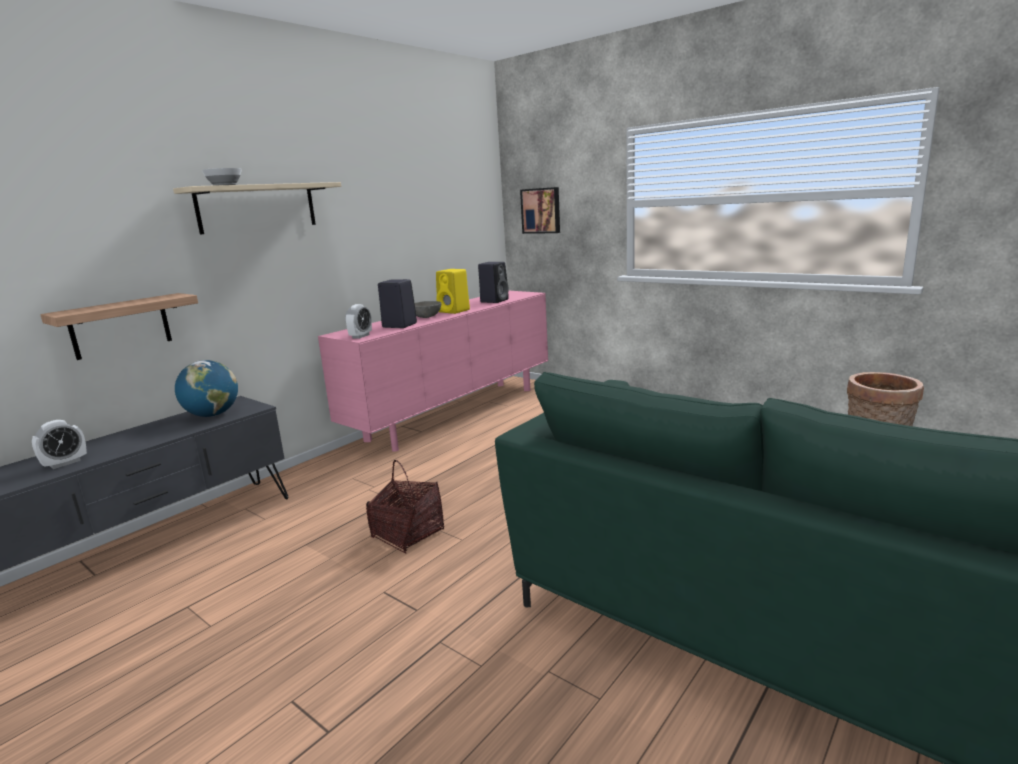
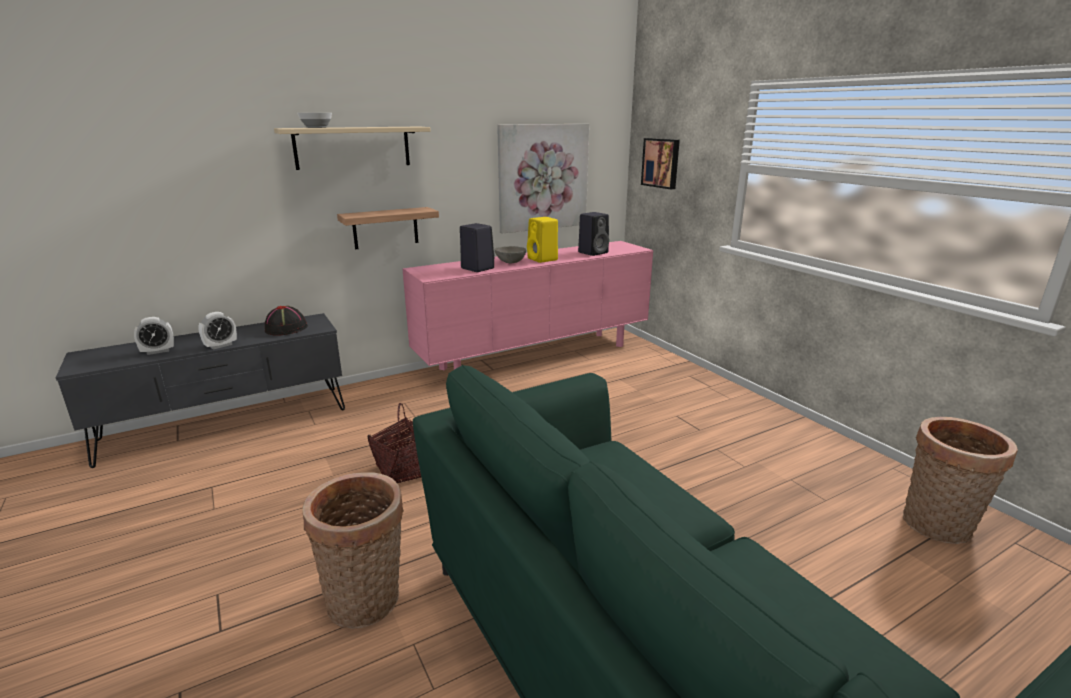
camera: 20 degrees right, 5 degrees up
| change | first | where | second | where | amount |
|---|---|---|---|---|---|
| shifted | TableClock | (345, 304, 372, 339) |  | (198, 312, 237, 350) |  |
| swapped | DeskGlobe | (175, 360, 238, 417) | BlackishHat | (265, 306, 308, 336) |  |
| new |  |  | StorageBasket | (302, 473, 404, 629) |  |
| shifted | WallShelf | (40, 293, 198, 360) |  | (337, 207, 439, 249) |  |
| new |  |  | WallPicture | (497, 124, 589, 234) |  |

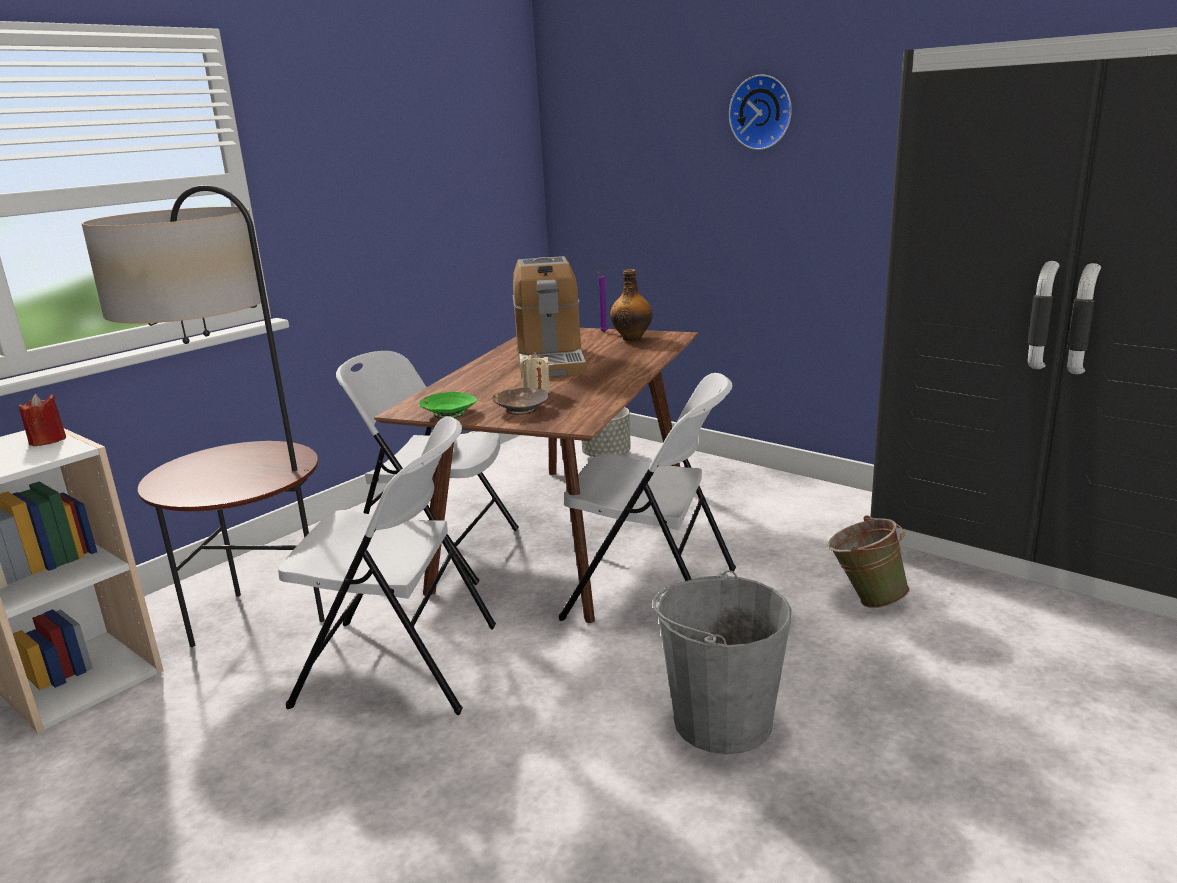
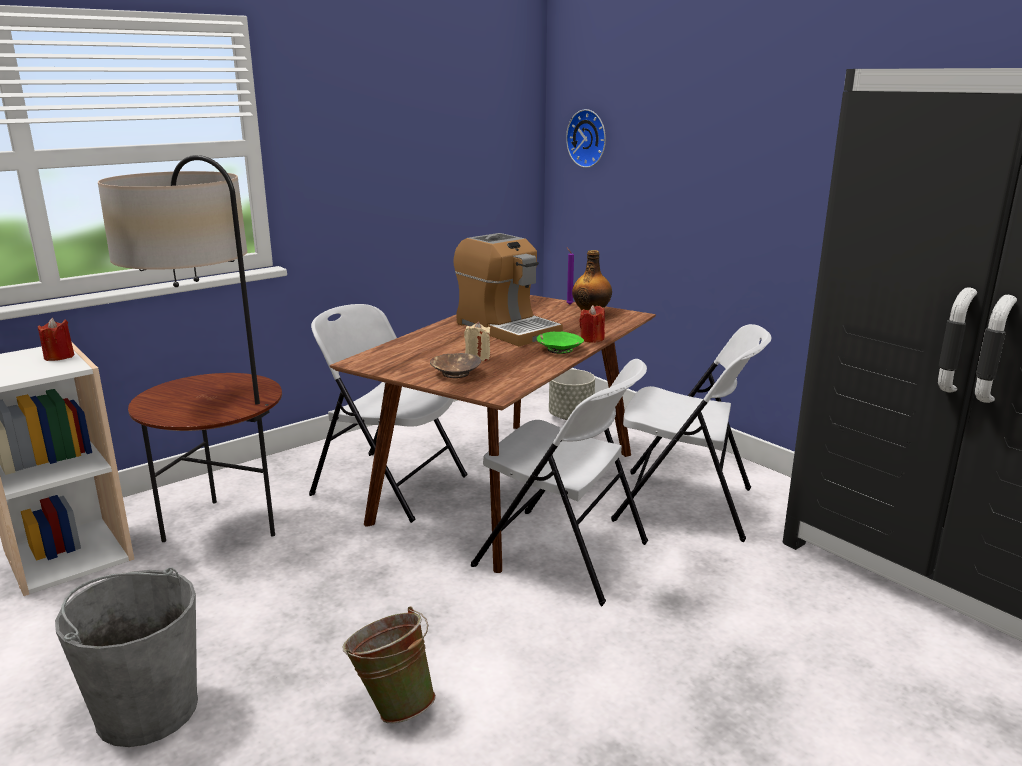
camera: 10 degrees right, 0 degrees up
| change | first | where | second | where | amount |
|---|---|---|---|---|---|
| shifted | GreyWaterBucket | (653, 570, 791, 754) |  | (55, 567, 198, 747) |  |
| shifted | GreenWaterBucket | (828, 515, 909, 608) |  | (343, 607, 436, 723) |  |
| rotated | CoffeeMaker | (513, 256, 587, 379) |  | (454, 233, 563, 347) | 45 degrees counterclockwise |
| shifted | GreenServingBowl | (419, 392, 477, 419) |  | (537, 332, 584, 354) |  |
| shifted | HangingClock | (729, 74, 792, 150) |  | (566, 109, 606, 168) |  |
| new |  |  | RedWaxLight | (579, 305, 605, 343) |  |
| shifted | WhiteColouredPlainChair | (278, 416, 496, 715) |  | (611, 324, 772, 542) |  |

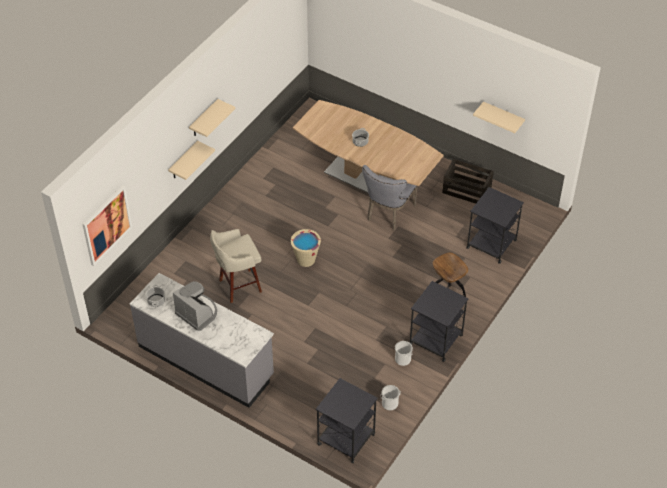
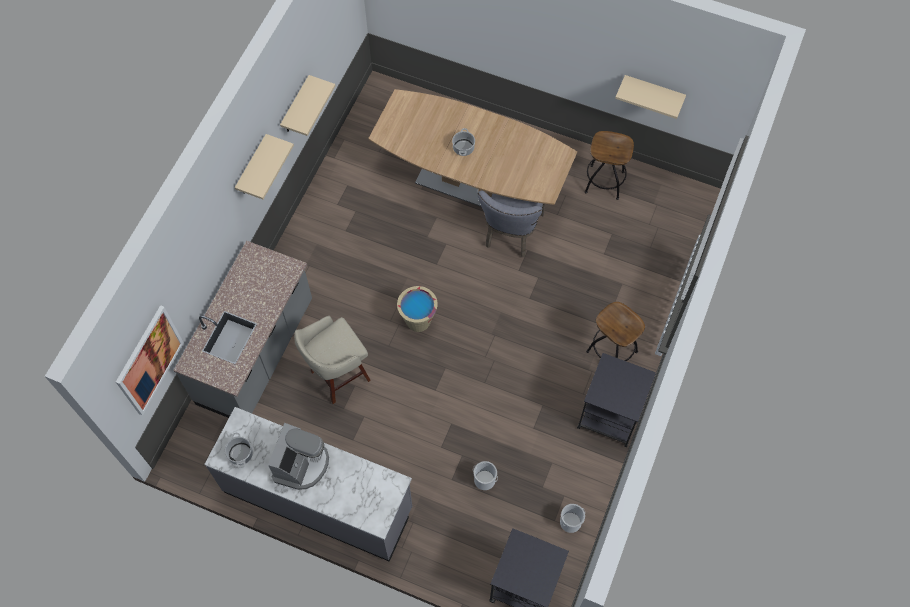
camera: 10 degrees left, 15 degrees up
| change | first | where | second | where | amount |
|---|---|---|---|---|---|
| new |  |  | GreyKitchenCounter | (173, 241, 312, 418) |  |
| rotated | CoffeeMaker | (173, 281, 217, 331) |  | (268, 423, 329, 490) | 75 degrees clockwise |
| shifted | BeigeColouredWallShelf | (168, 141, 215, 180) |  | (280, 75, 335, 136) |  |
| shifted | WaterBucket | (395, 341, 413, 366) |  | (473, 461, 498, 490) |  |
| swapped | ShippingCrate | (442, 159, 494, 204) | BrownSittingStool | (585, 131, 634, 200) |  |
| gone | BlackishWheeledCart | (466, 187, 524, 264) |  |  |  |

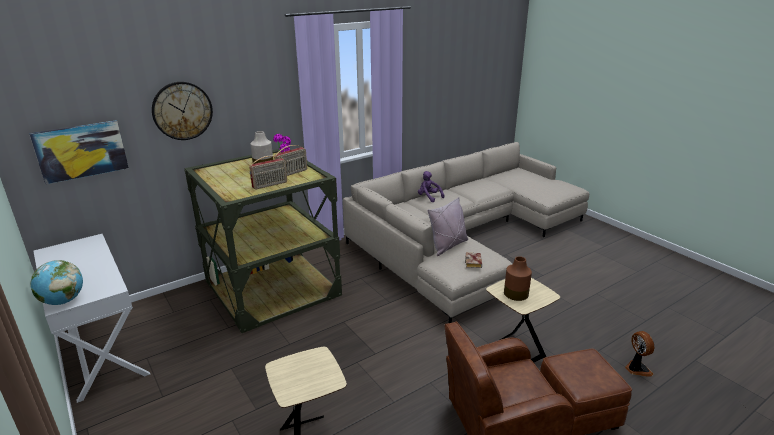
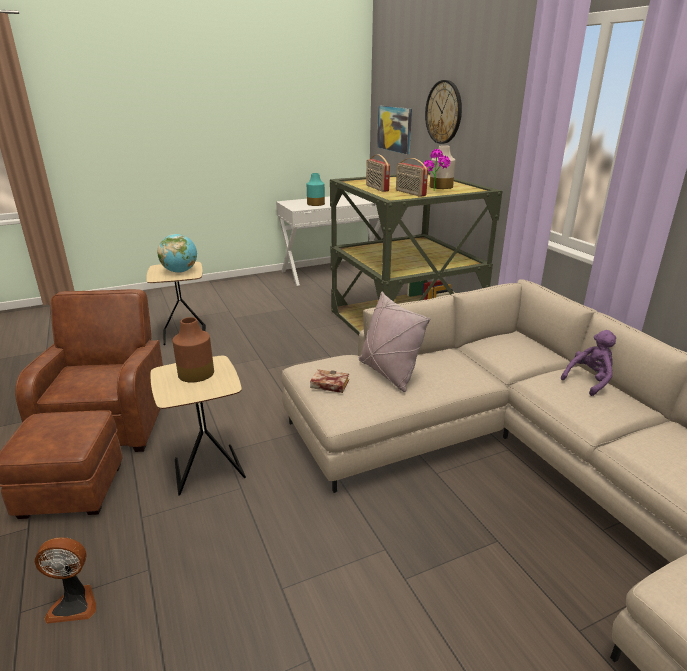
camera: 100 degrees right, 0 degrees up
| change | first | where | second | where | amount |
|---|---|---|---|---|---|
| shifted | DeskGlobe | (30, 260, 83, 305) |  | (157, 234, 197, 273) |  |
| new |  |  | TurquoiseColouredVase | (307, 173, 325, 206) |  |

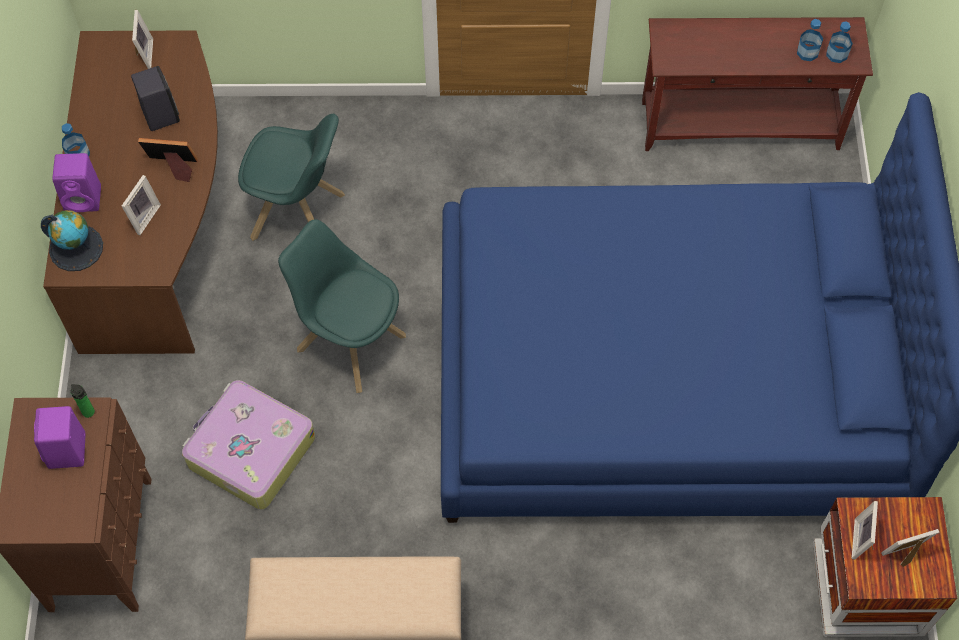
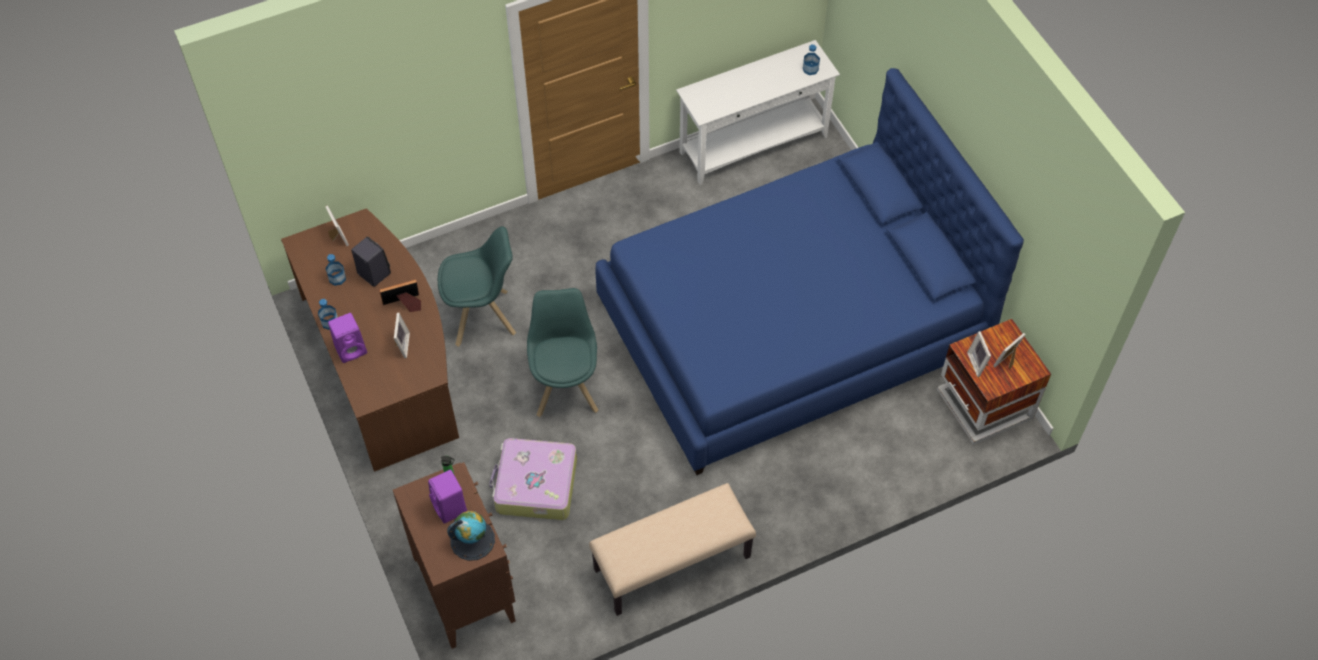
camera: 25 degrees left, 5 degrees down
| change | first | where | second | where | amount |
|---|---|---|---|---|---|
| shifted | DrinkBottle | (797, 19, 823, 61) |  | (326, 254, 346, 286) |  |
| shifted | DeskGlobe | (41, 210, 103, 271) |  | (447, 511, 495, 561) |  |
| rotated | TurquoiseColouredPlainChair | (278, 219, 406, 393) |  | (527, 288, 598, 417) | 75 degrees clockwise |
| repainted | BrownConsoleTable | (642, 17, 873, 151) | WhiteColouredConsoleTable | (676, 40, 840, 185) |  |

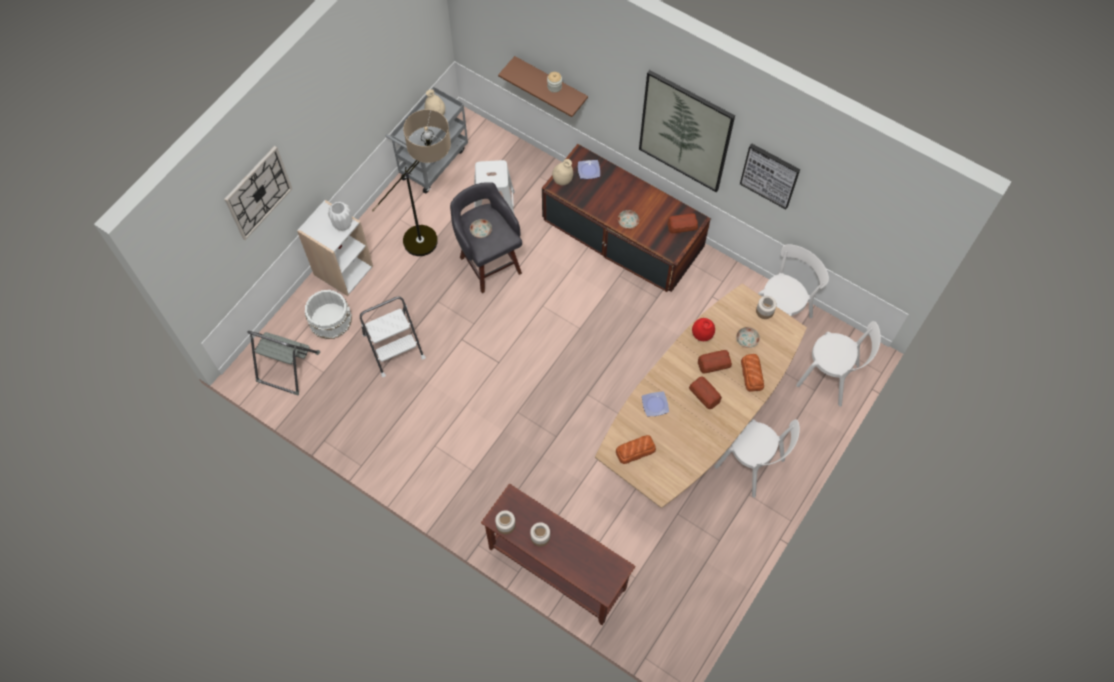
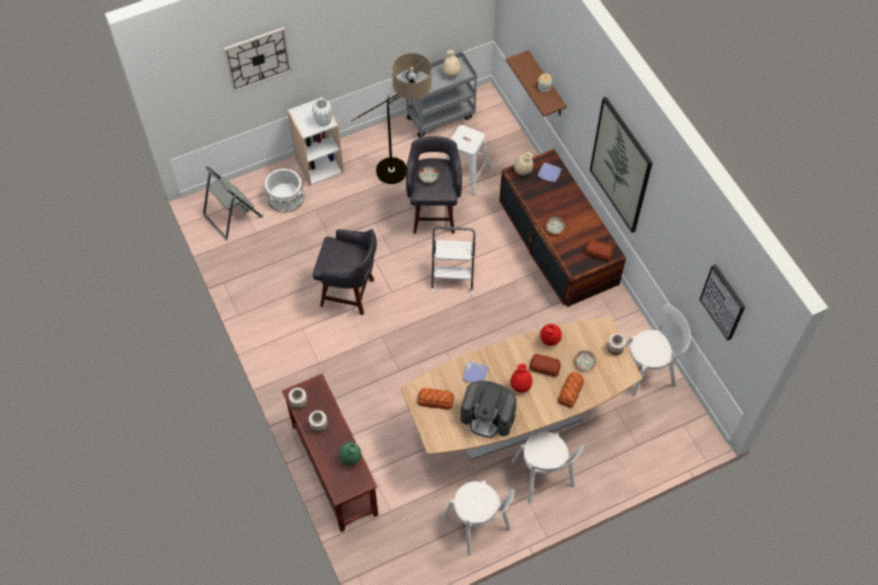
camera: 30 degrees right, 5 degrees down
| change | first | where | second | where | amount |
|---|---|---|---|---|---|
| new |  |  | GreySittingStool | (313, 229, 377, 315) |  |
| new |  |  | GreenVase | (339, 442, 361, 465) |  |
| shifted | WhiteColouredStepladder | (360, 296, 426, 377) |  | (430, 227, 476, 295) |  |
| shifted | WhiteColouredPlainChair | (796, 321, 881, 407) |  | (443, 480, 514, 556) |  |
| new |  |  | CoffeeMaker | (460, 381, 517, 438) |  |
| swapped | BakedBread | (689, 377, 722, 409) | RedVase | (510, 364, 532, 393) |  |
| shifted | WallPicture | (740, 143, 800, 209) |  | (699, 264, 745, 341) |  |

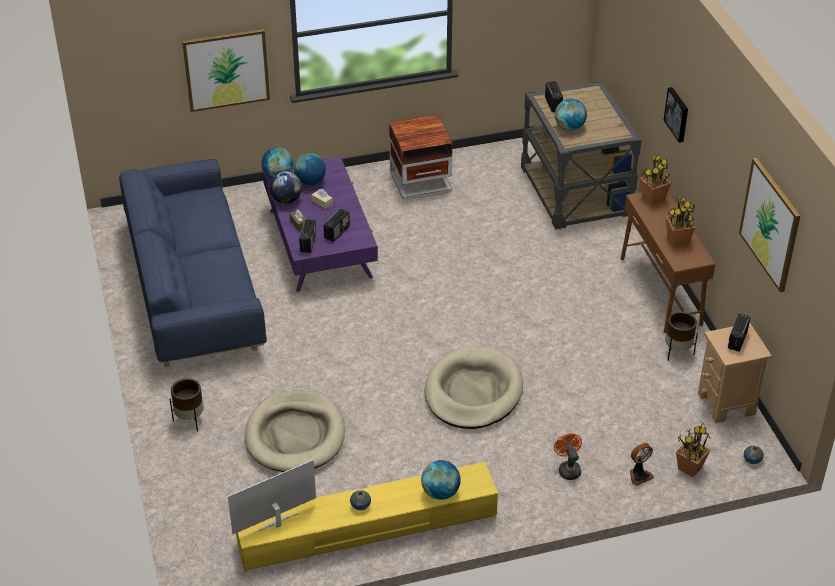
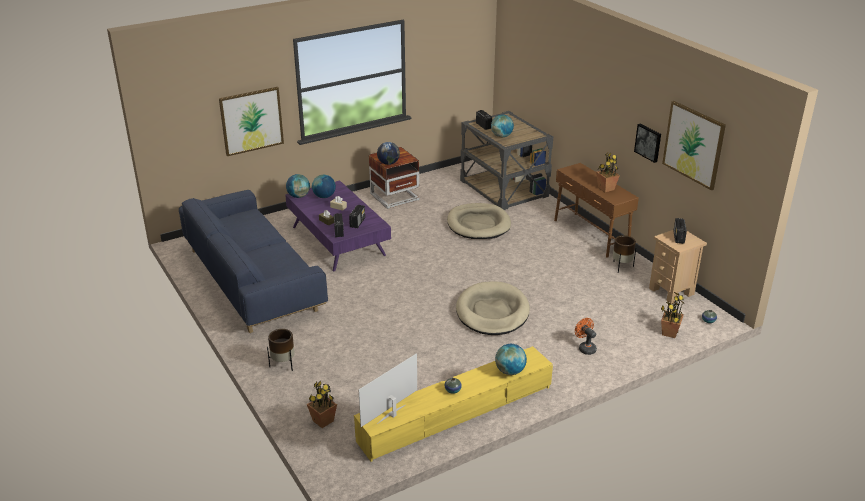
camera: 15 degrees left, 10 degrees down
| change | first | where | second | where | amount |
|---|---|---|---|---|---|
| shifted | Houseplant | (640, 155, 671, 205) |  | (307, 381, 337, 428) |  |
| shifted | DeskGlobe | (269, 171, 302, 204) |  | (377, 142, 400, 165) |  |
| shifted | BeigeColouredPetBed | (245, 391, 345, 472) |  | (447, 203, 511, 239) |  |
| shifted | WallPicture | (663, 87, 688, 143) |  | (634, 124, 661, 163) |  |
| gone | ElectricFan | (630, 443, 654, 486) |  |  |  |

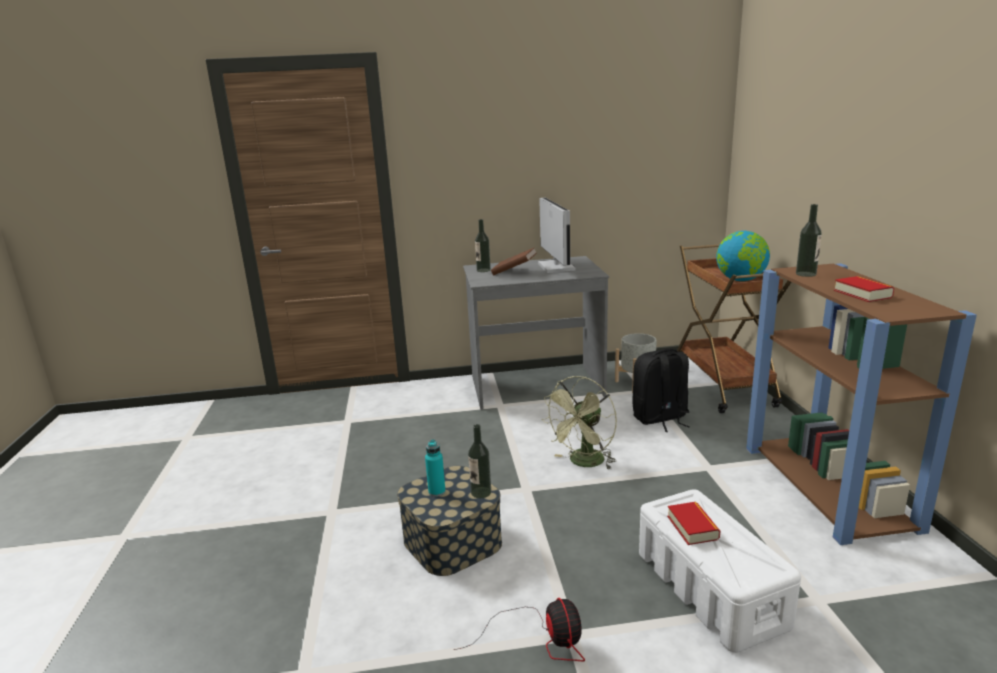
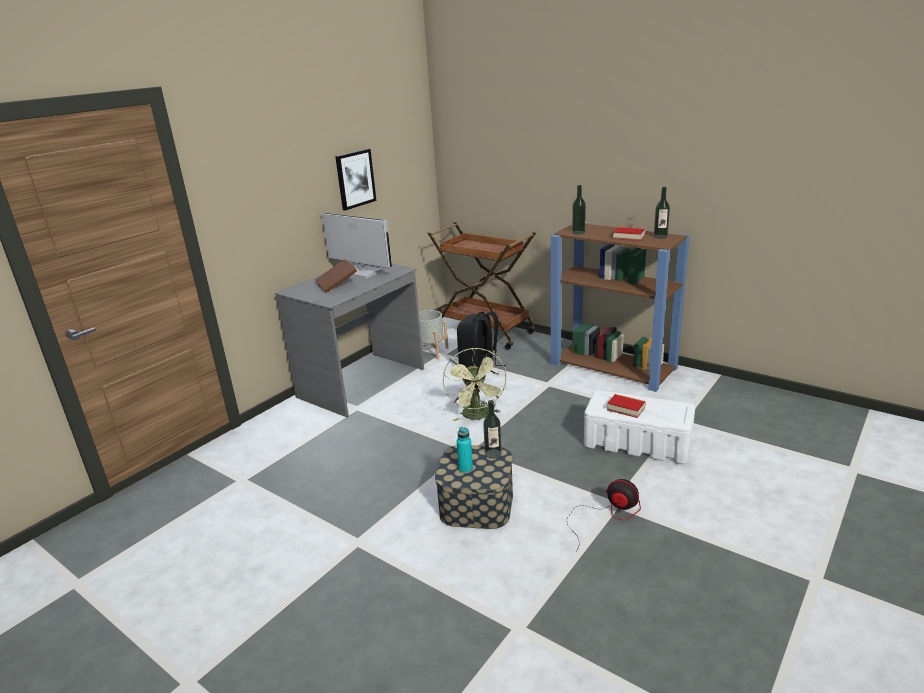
camera: 45 degrees left, 5 degrees up
| change | first | where | second | where | amount |
|---|---|---|---|---|---|
| new |  |  | WallPicture | (335, 149, 376, 211) |  |
| shifted | DrinkBottle | (475, 219, 491, 272) |  | (654, 187, 670, 239) |  |
| gone | DeskGlobe | (716, 231, 770, 281) |  |  |  |

